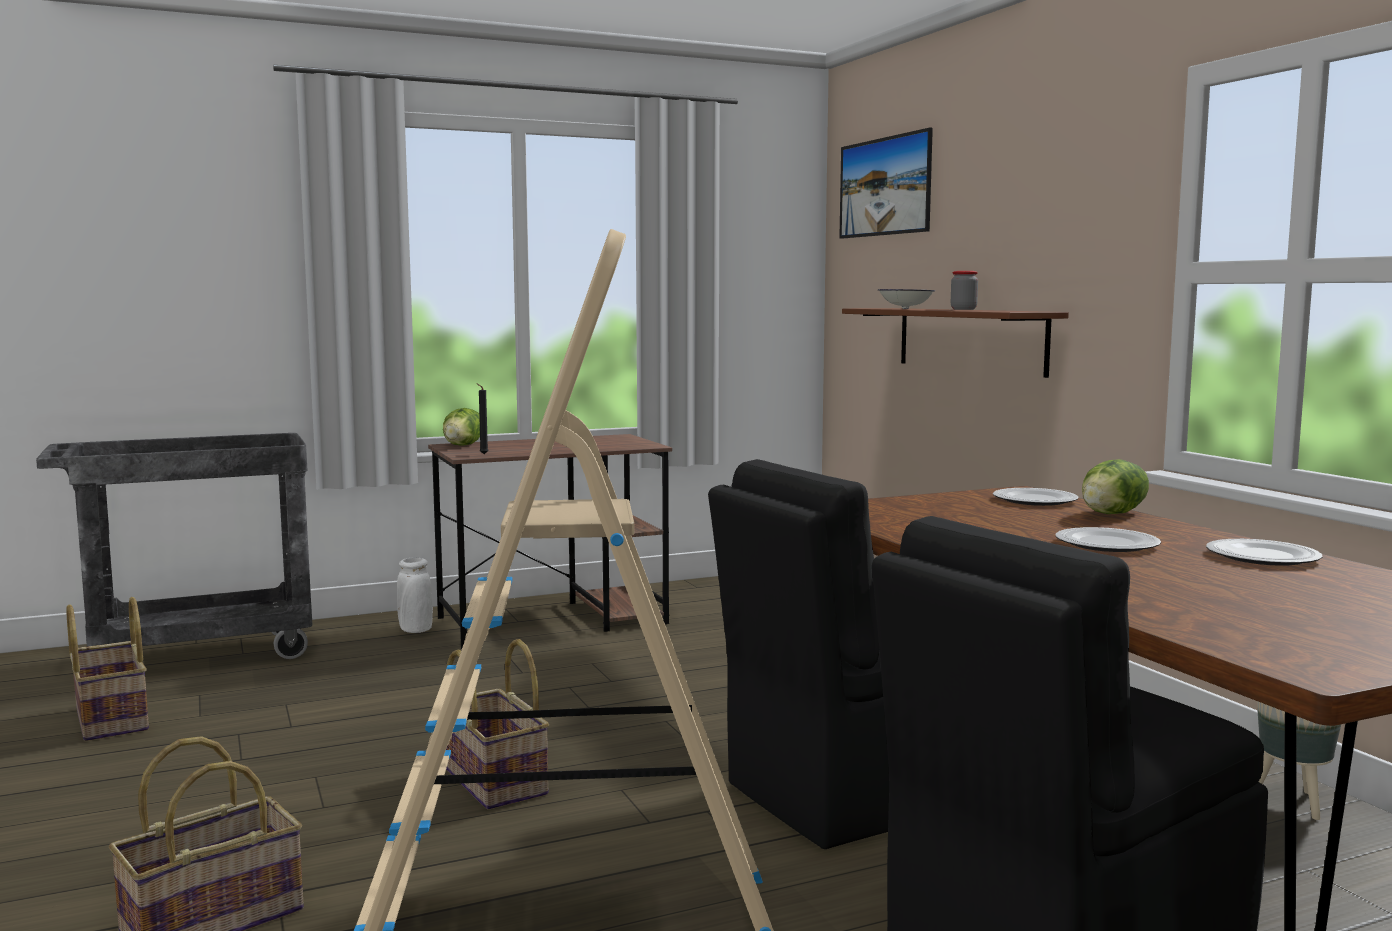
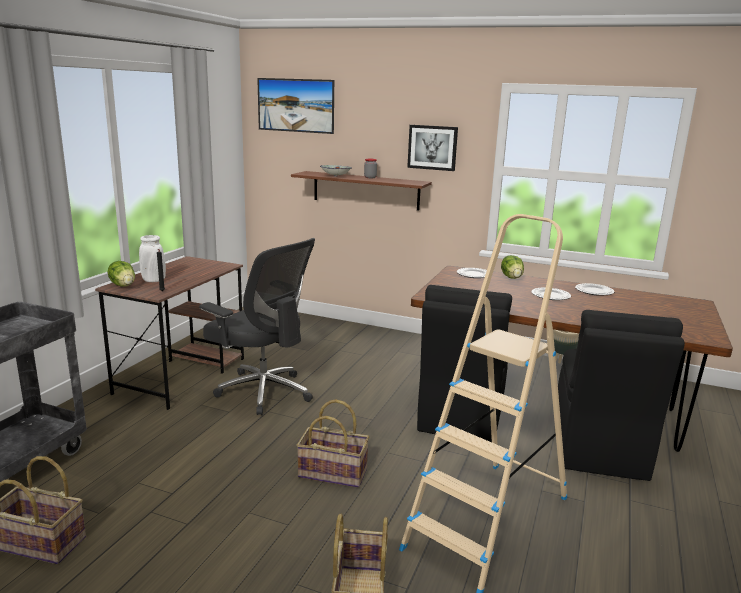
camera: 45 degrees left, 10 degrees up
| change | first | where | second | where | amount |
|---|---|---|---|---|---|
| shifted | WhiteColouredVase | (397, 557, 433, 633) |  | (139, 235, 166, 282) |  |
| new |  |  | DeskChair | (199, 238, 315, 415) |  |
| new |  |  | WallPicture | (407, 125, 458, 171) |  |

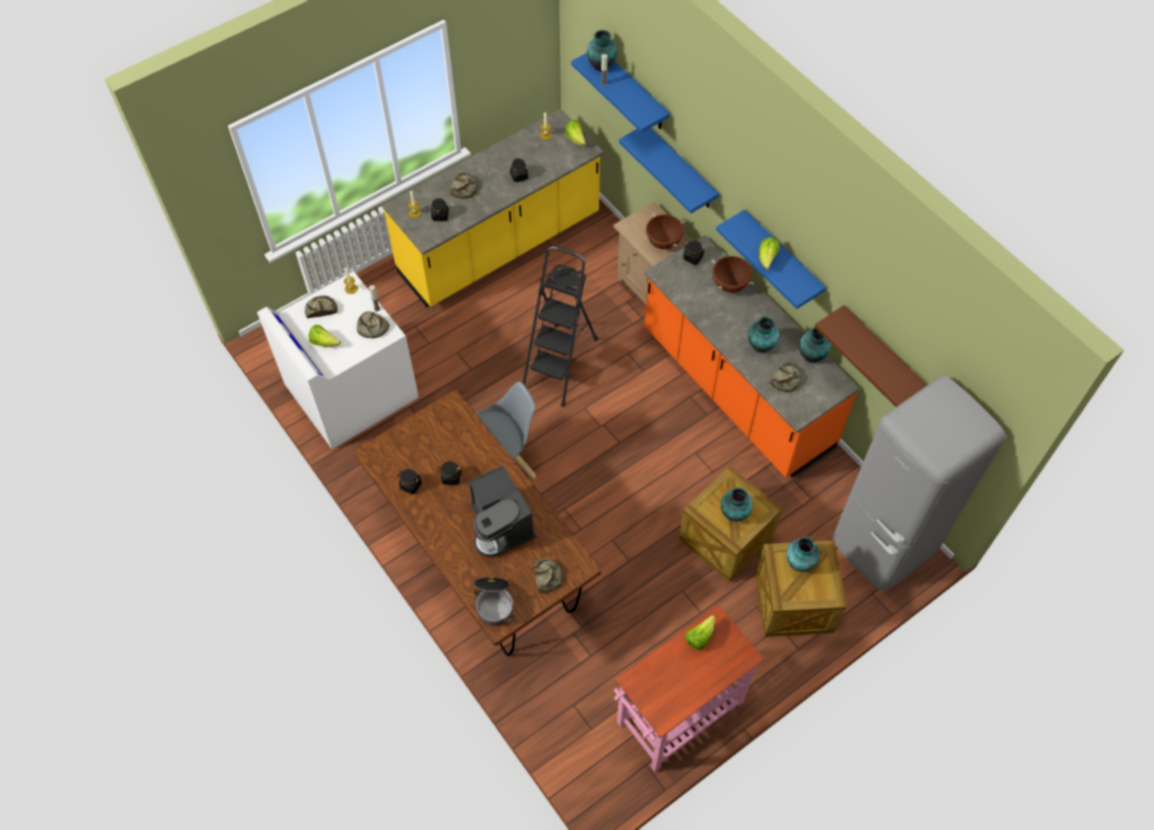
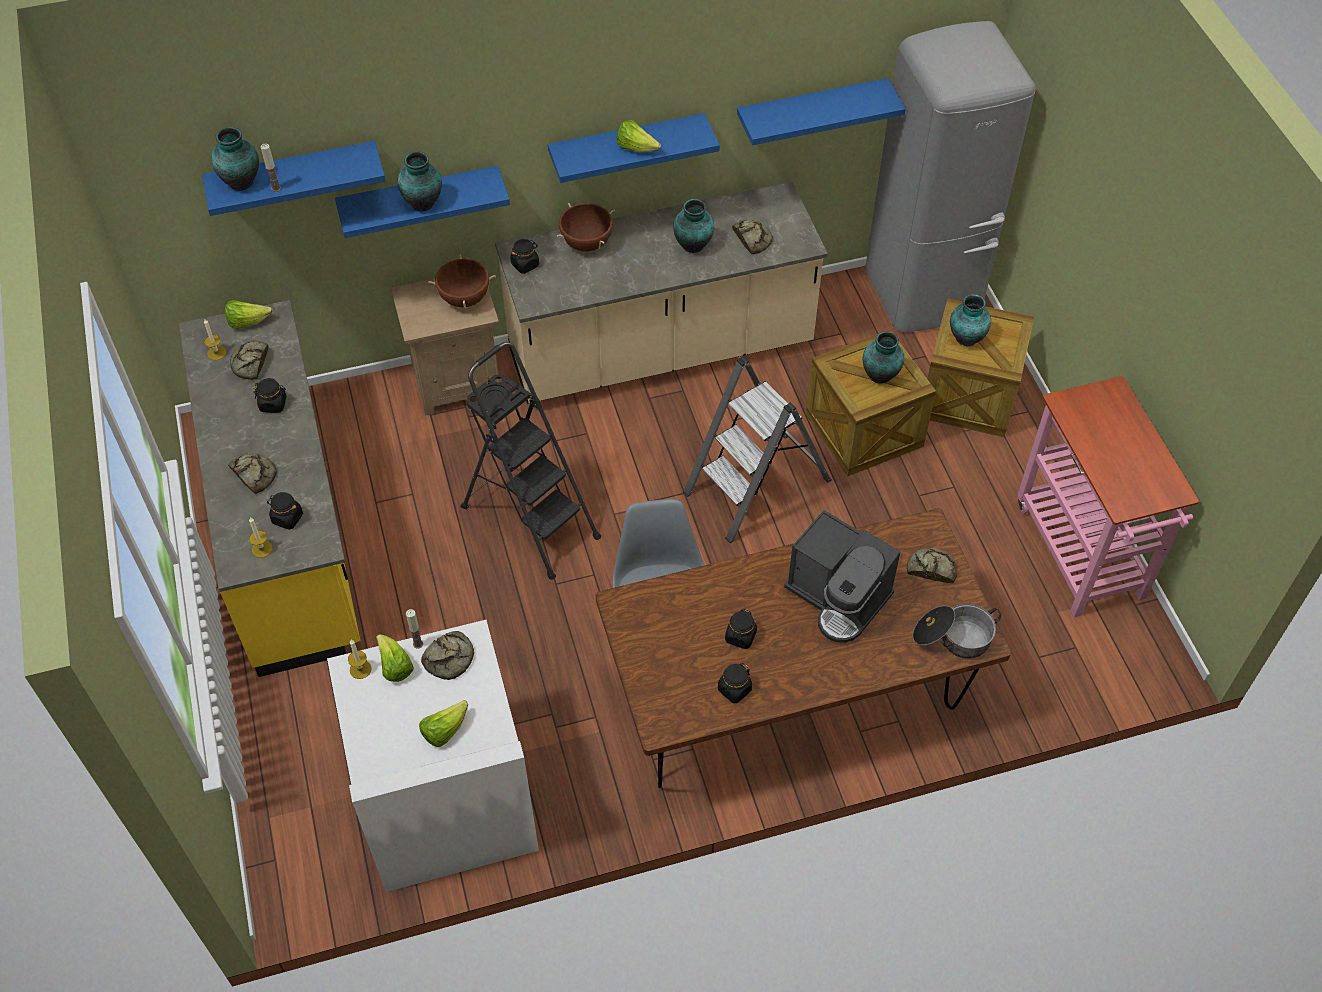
camera: 70 degrees left, 5 degrees down
| change | first | where | second | where | amount |
|---|---|---|---|---|---|
| shifted | BakedBread | (305, 295, 338, 318) |  | (230, 340, 269, 380) |  |
| shifted | HeadOfLettuce | (685, 615, 715, 650) |  | (376, 634, 414, 682) |  |
| shifted | Vase | (799, 327, 831, 363) |  | (398, 151, 442, 211) |  |
| repainted | OrangeyKitchenCounter | (644, 235, 860, 478) | BeigeColouredKitchenCounter | (495, 182, 828, 404) |  |
| new |  |  | GreyStepladder | (683, 356, 832, 543) |  |
| repainted | BrownWallShelf | (815, 305, 927, 407) | BlueWallShelf | (737, 78, 906, 145) |  |
| rotated | CoffeeMaker | (469, 465, 537, 557) |  | (784, 510, 900, 643) | 45 degrees clockwise |

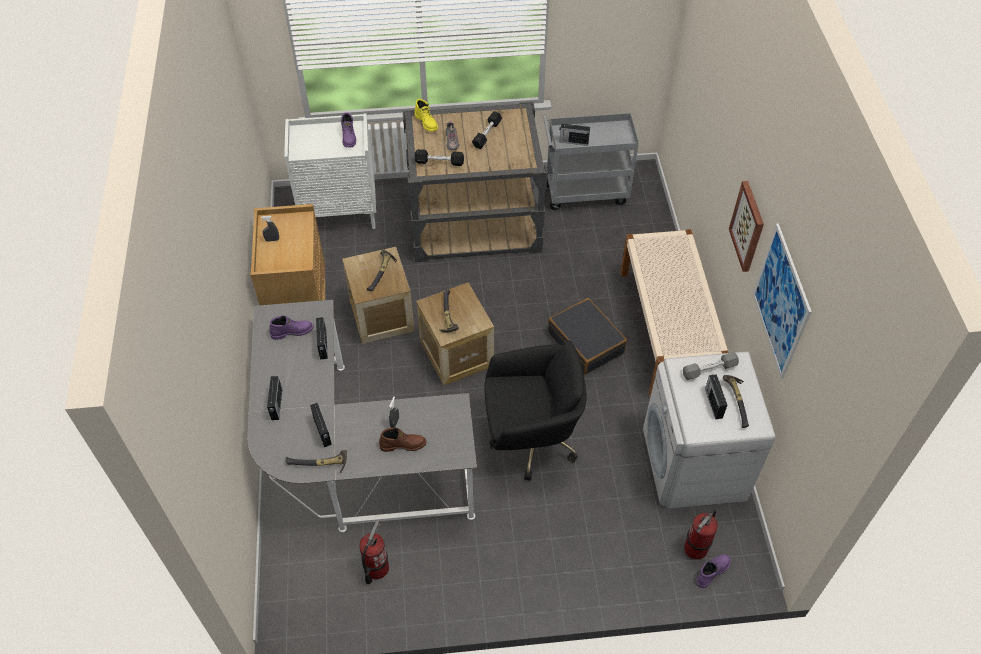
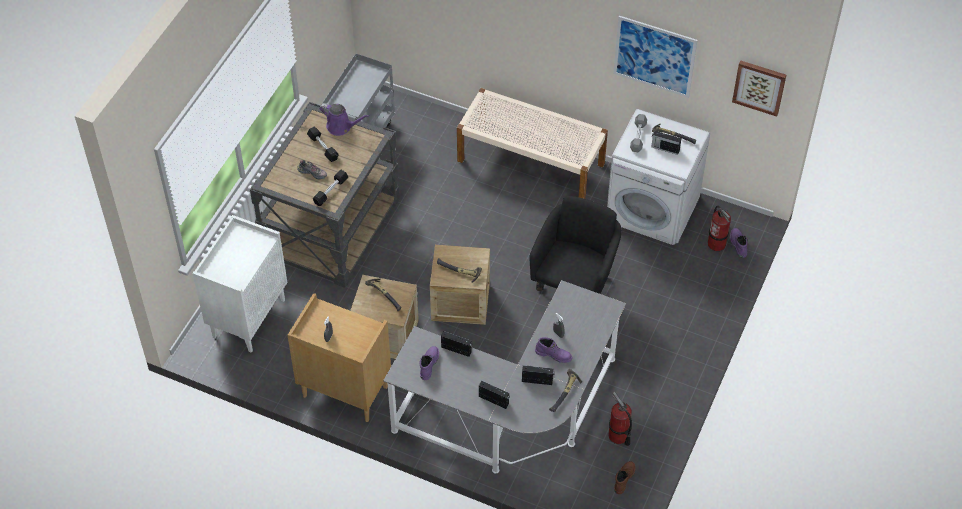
camera: 60 degrees left, 0 degrees up
| change | first | where | second | where | amount |
|---|---|---|---|---|---|
| new |  |  | PurpleWateringCan | (319, 103, 369, 136) |  |
| shifted | PurpleTallBoot | (341, 113, 356, 148) |  | (535, 337, 572, 363) |  |
| shifted | BrownTallBoot | (379, 428, 427, 452) |  | (614, 461, 635, 494) |  |
| shifted | WallPicture | (729, 181, 764, 272) |  | (732, 60, 786, 117) |  |
| gone | YellowishTallBoot | (414, 99, 438, 132) |  |  |  |
| gone | BlackishPieceOfLuggage | (548, 298, 627, 374) |  |  |  |
| gone | RadioSet | (559, 124, 590, 146) |  |  |  |

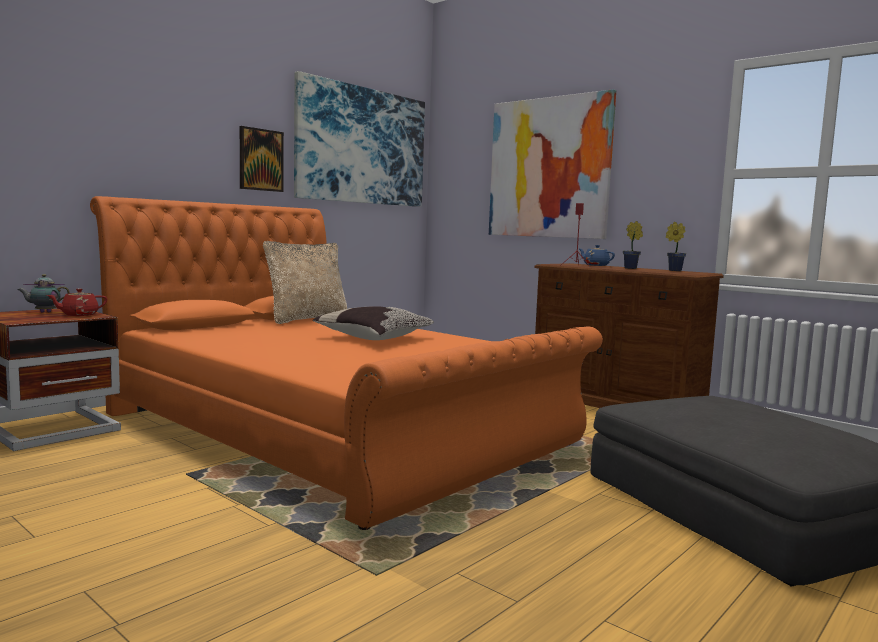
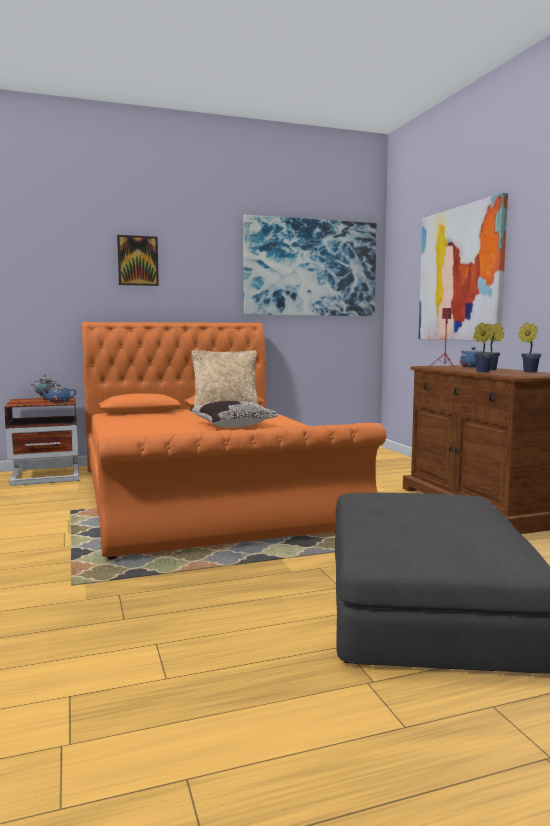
camera: 30 degrees right, 0 degrees up
| change | first | where | second | where | amount |
|---|---|---|---|---|---|
| repainted | RedTeapot | (47, 288, 107, 316) | BlueTeapot | (39, 384, 76, 402) |  |
| shifted | WallPicture | (240, 126, 284, 192) |  | (117, 235, 159, 286) |  |
| new |  |  | Houseplant | (473, 322, 494, 372) |  |

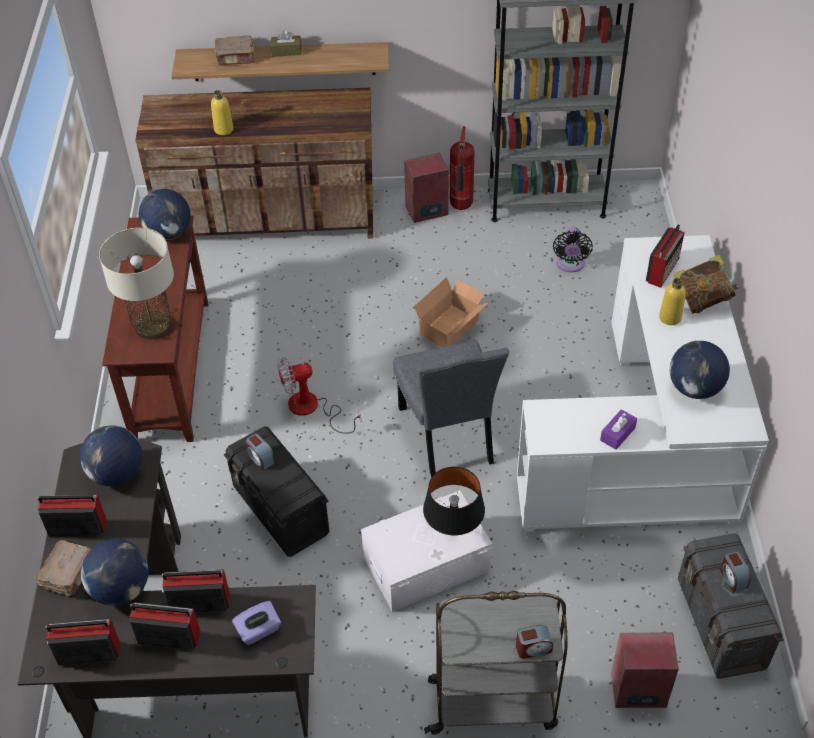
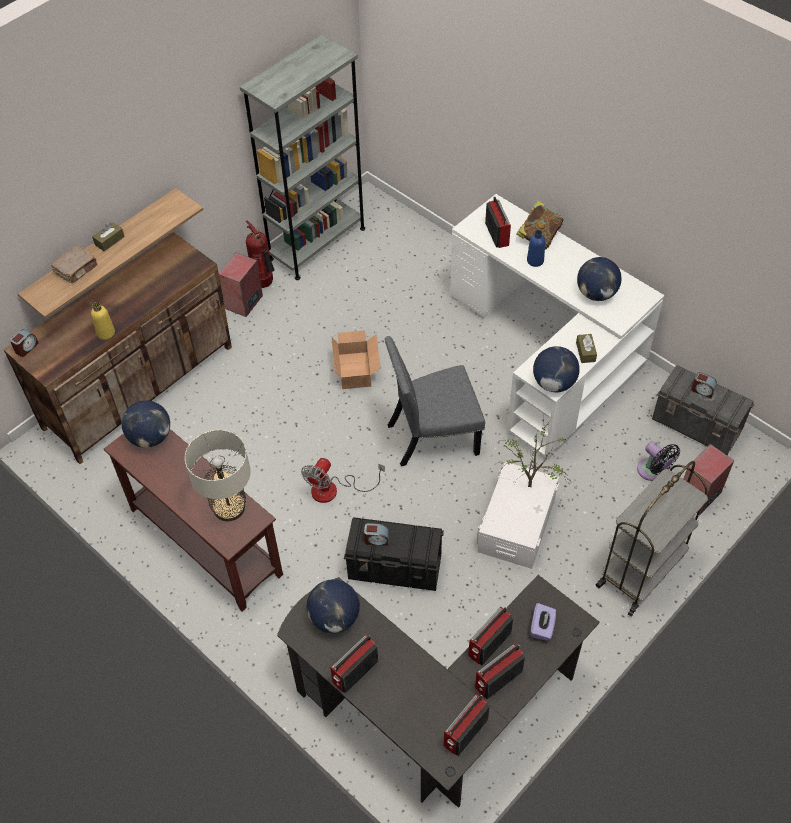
camera: 45 degrees left, 5 degrees up
| change | first | where | second | where | amount |
|---|---|---|---|---|---|
| shifted | TableClock | (516, 625, 553, 659) |  | (10, 330, 38, 357) |  |
| rotated | GreyPlainChair | (393, 341, 509, 477) |  | (385, 336, 485, 466) | 135 degrees clockwise |
| swapped | BlackishTableLamp | (423, 467, 485, 535) | Houseplant | (497, 414, 572, 487) |  |
| repainted | YellowishDrinkBottle | (659, 278, 686, 325) | BlueDrinkBottle | (527, 230, 545, 267) |  |
| shifted | DeskGlobe | (81, 539, 148, 606) |  | (533, 346, 580, 392) |  |
| repainted | PurpleTissueHolder | (600, 409, 637, 450) | BrownTissueHolder | (576, 334, 597, 363) |  |
| shifted | BlackishElectricFan | (553, 227, 593, 273) |  | (637, 441, 680, 481) |  |
| gone | BrownVolume | (36, 540, 91, 596) |  |  |  |

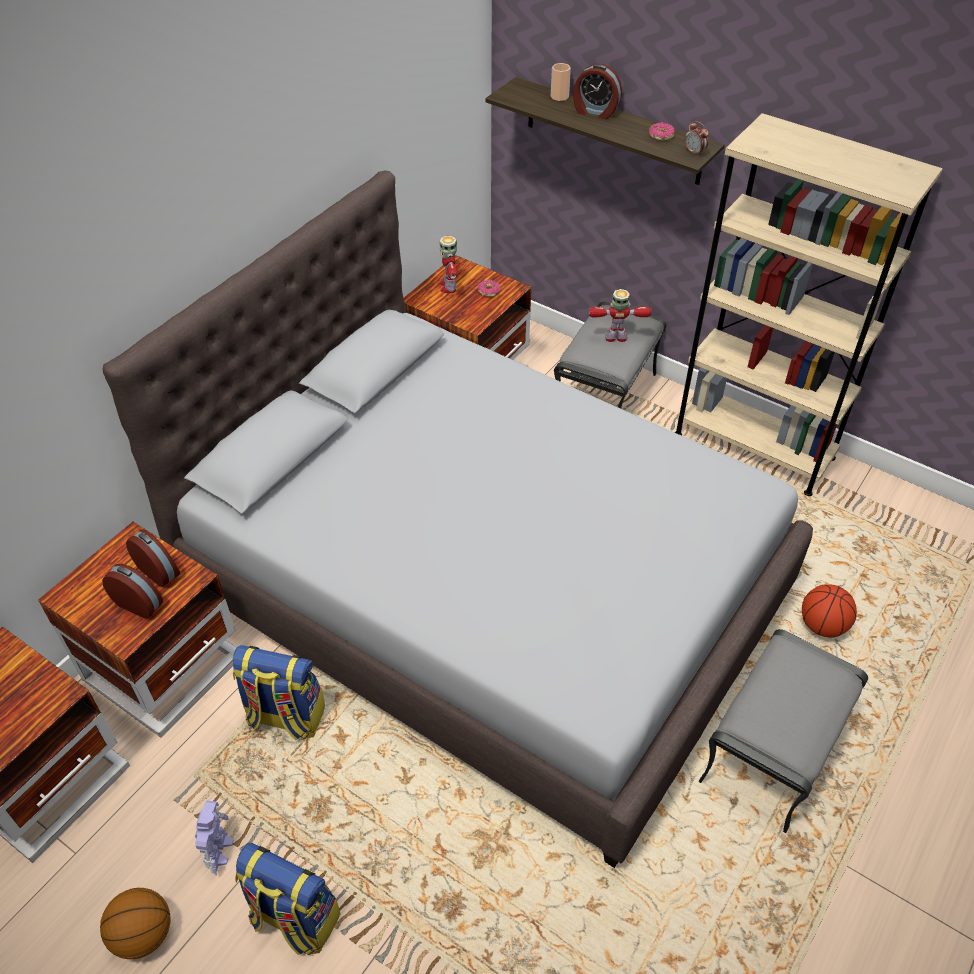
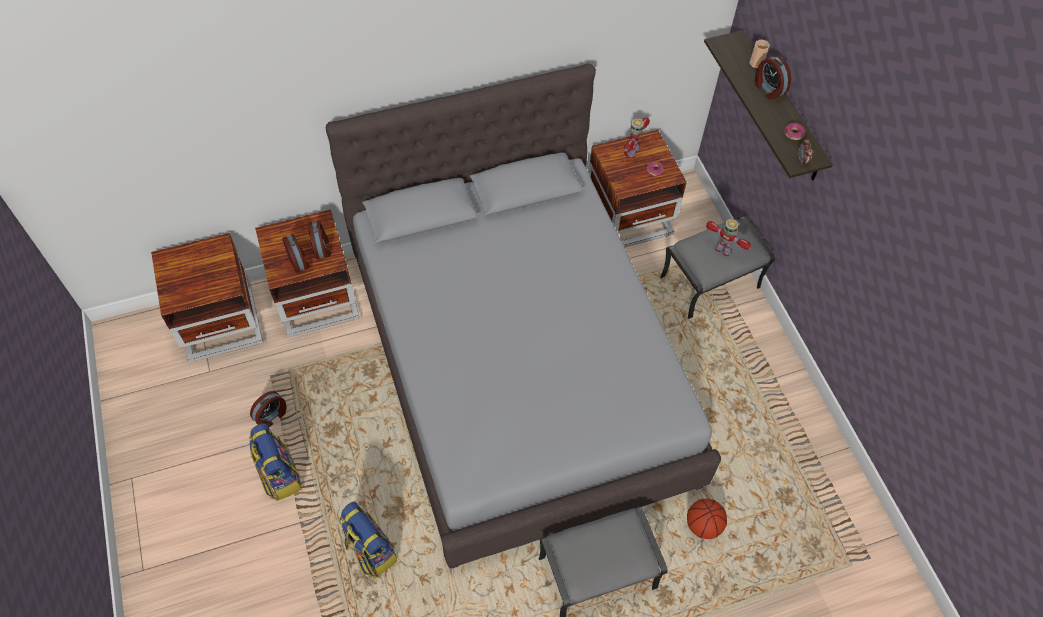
camera: 35 degrees right, 10 degrees up
| change | first | where | second | where | amount |
|---|---|---|---|---|---|
| swapped | ToyRobot | (195, 801, 234, 876) | TableClock | (250, 391, 287, 427) |  |
| shifted | Knapsack | (233, 645, 325, 740) |  | (339, 502, 397, 578) |  |
| gone | BasketballBall | (100, 888, 170, 959) |  |  |  |
| gone | BeigeColouredBookcase | (675, 113, 943, 496) |  |  |  |

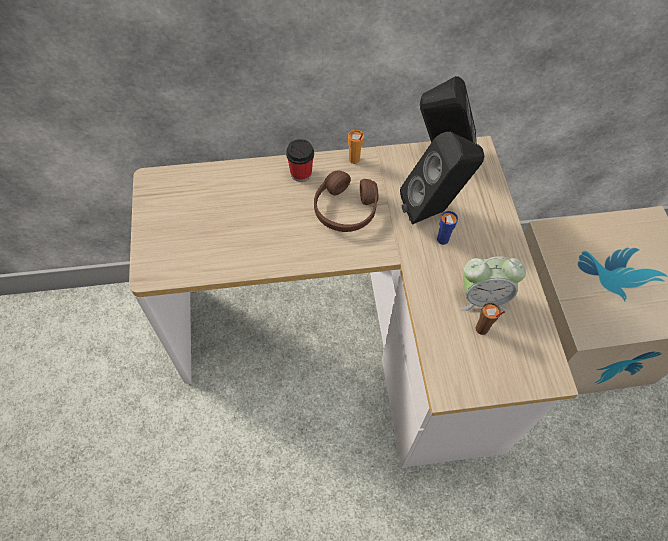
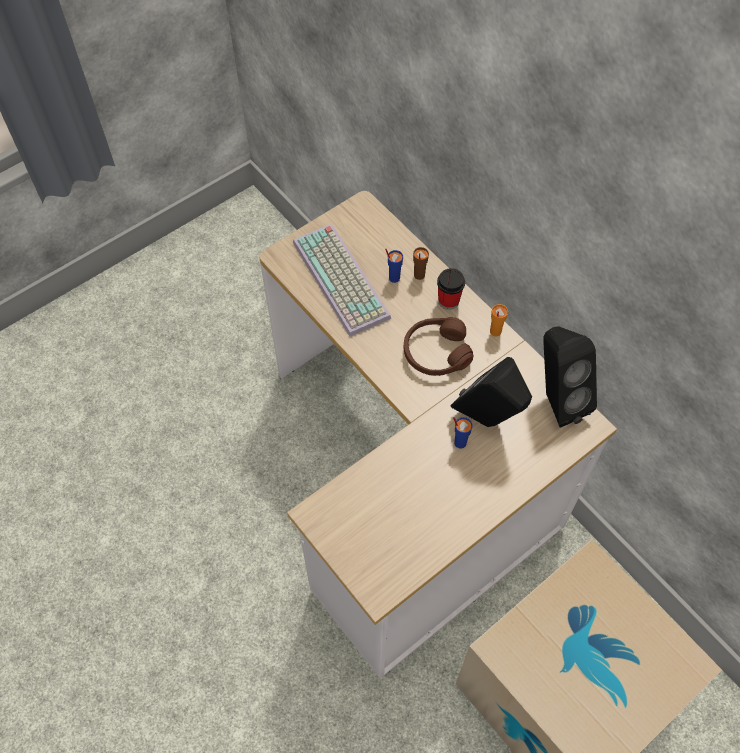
camera: 60 degrees right, 0 degrees up
| change | first | where | second | where | amount |
|---|---|---|---|---|---|
| new |  |  | ComputerKeyboard | (293, 224, 391, 336) |  |
| new |  |  | BlueSmallCup | (385, 248, 403, 283) |  |
| shifted | BrownSmallCup | (476, 302, 505, 335) |  | (413, 247, 429, 280) |  |
| gone | TableClock | (460, 256, 526, 311) |  |  |  |

